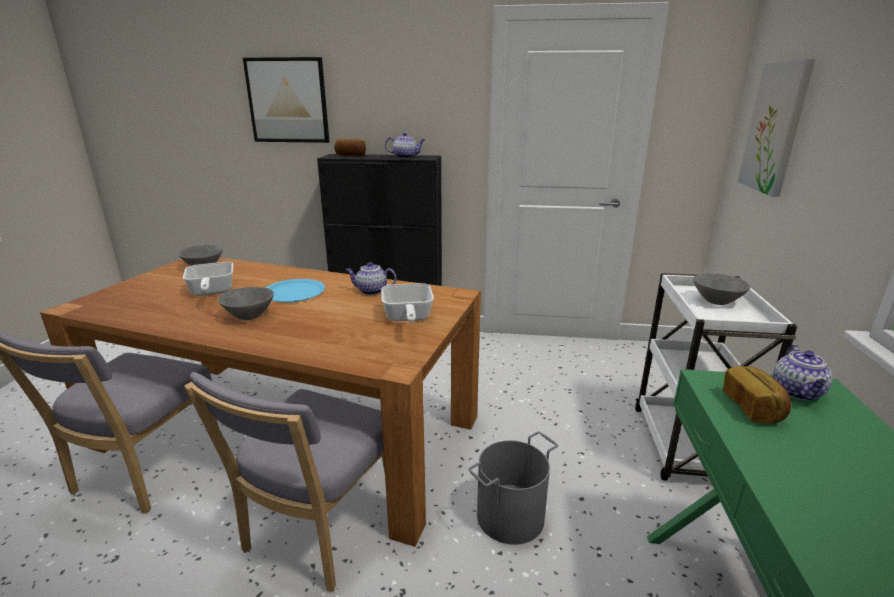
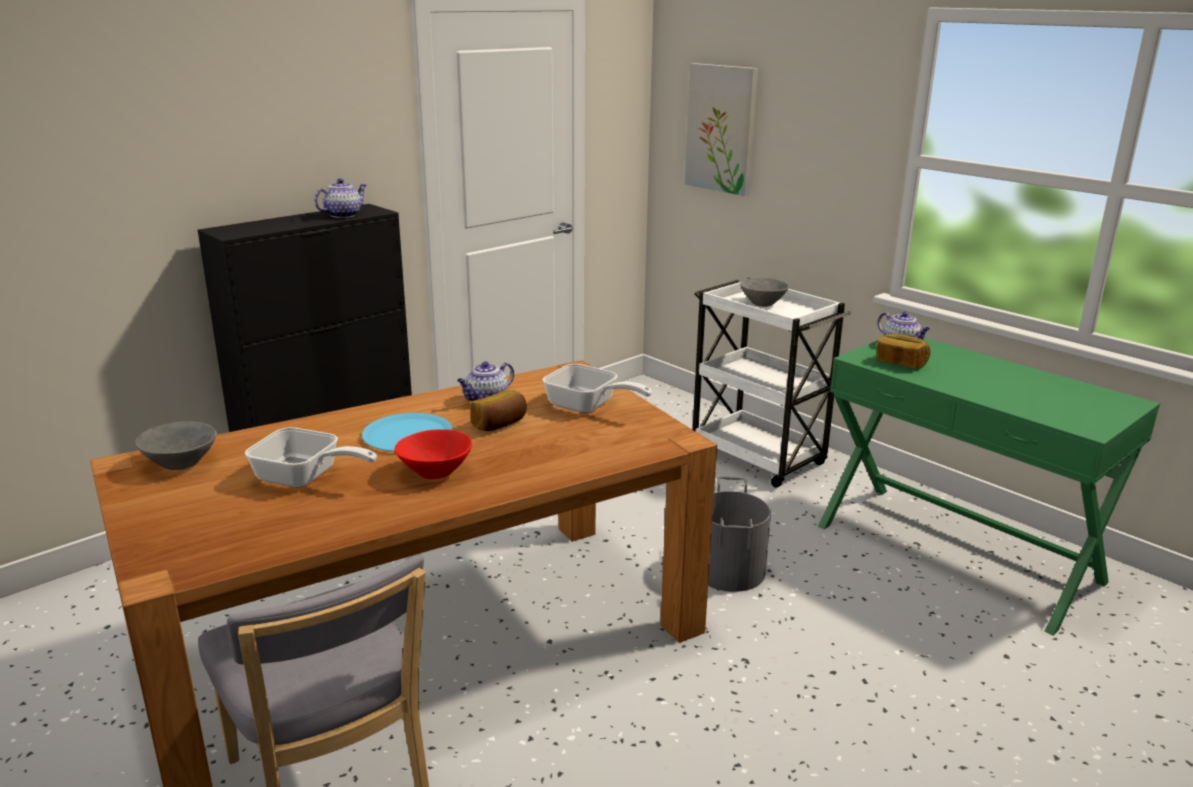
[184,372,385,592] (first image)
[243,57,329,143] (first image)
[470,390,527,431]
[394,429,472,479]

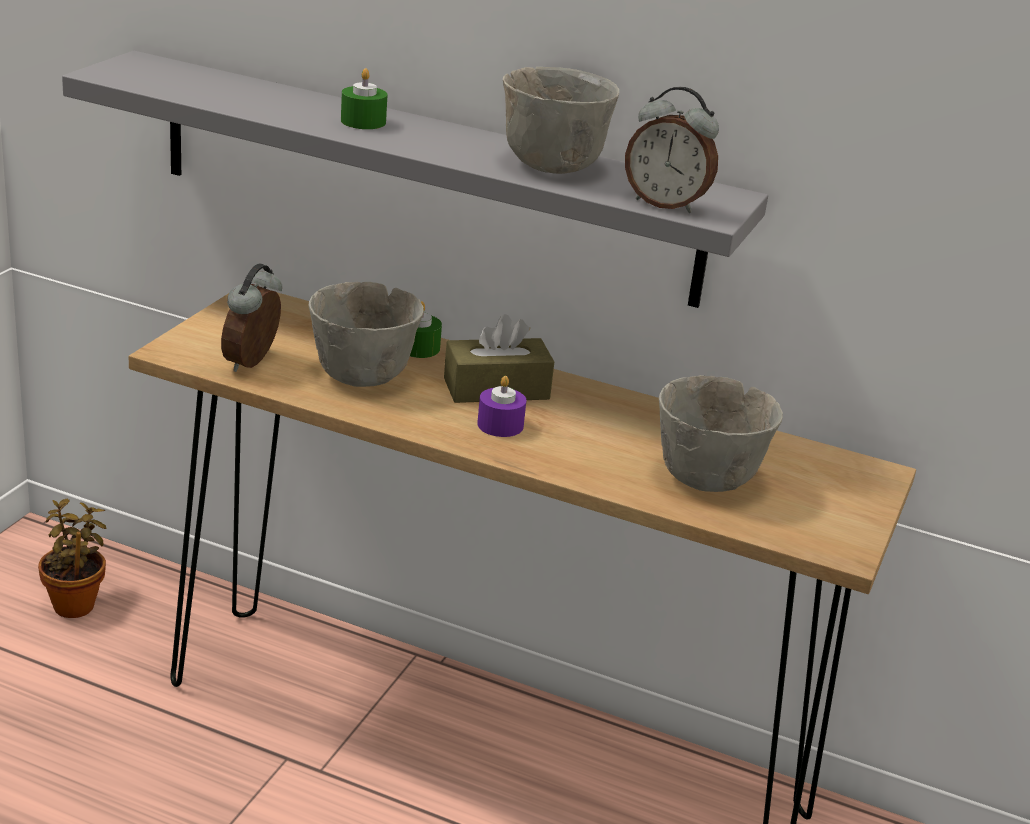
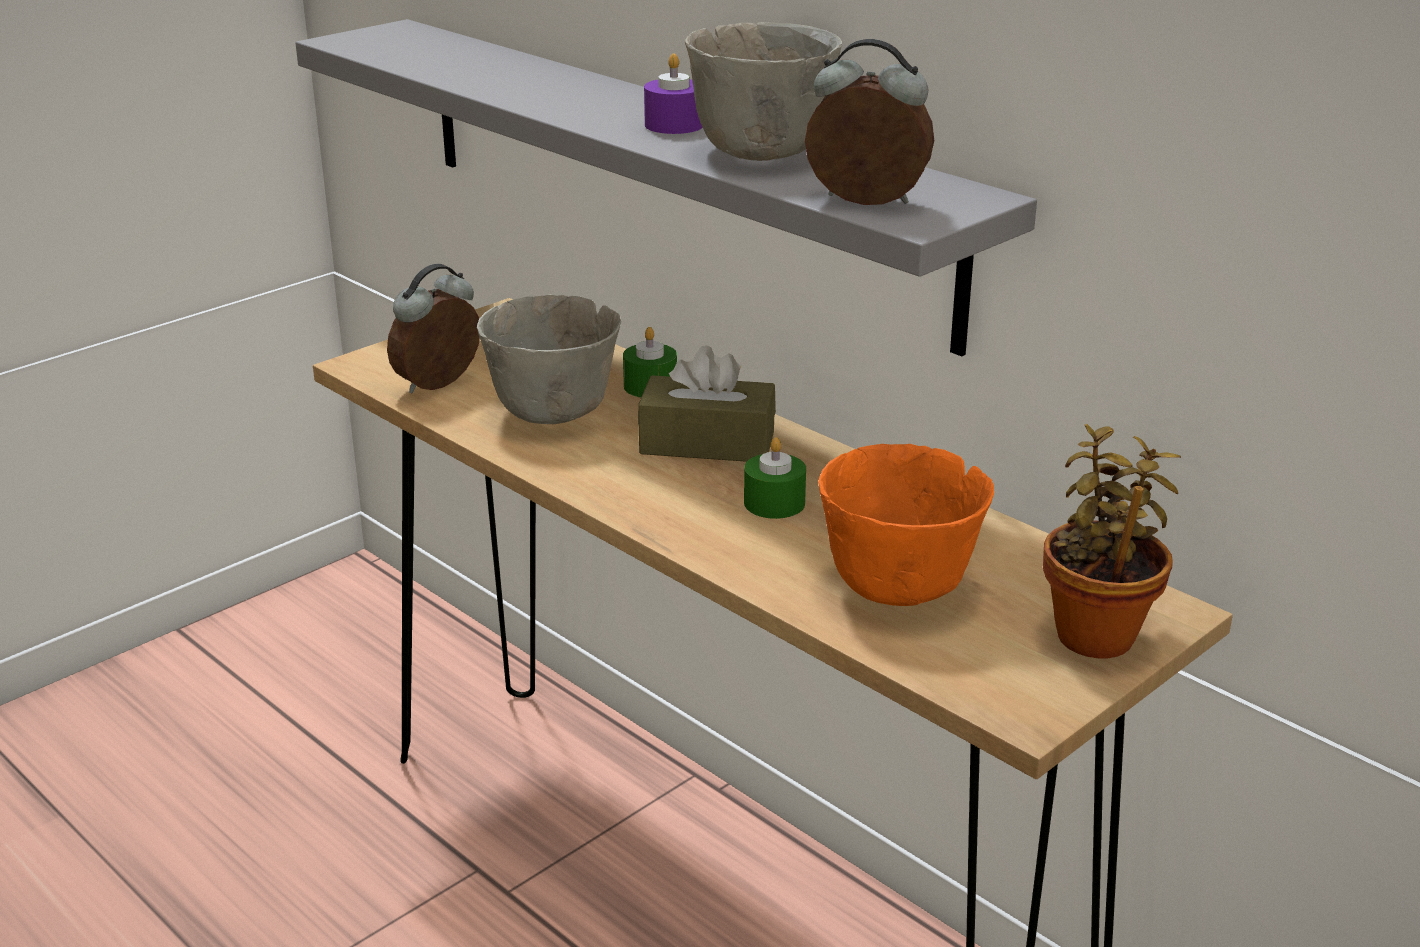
[1043,424,1181,659]
[744,437,806,519]
[644,53,703,134]
[818,444,994,606]
[805,39,934,205]

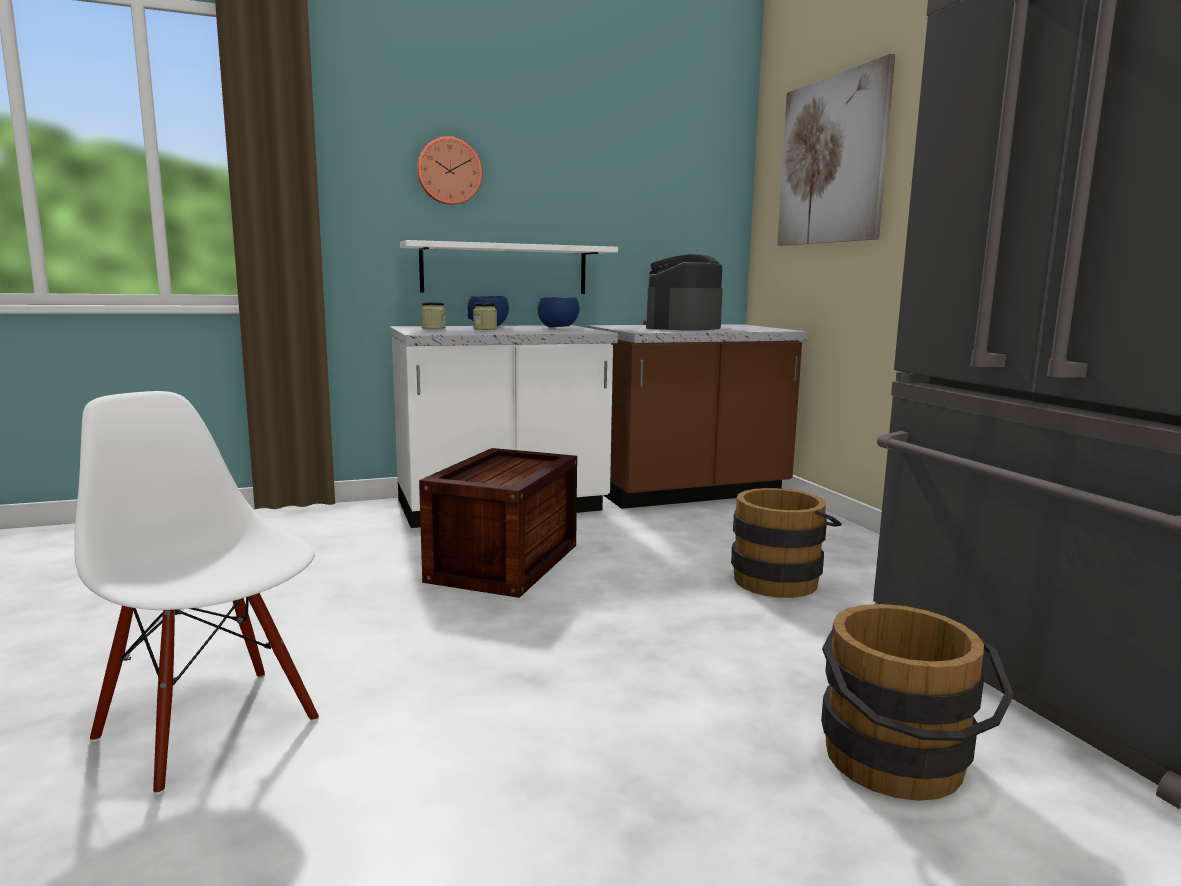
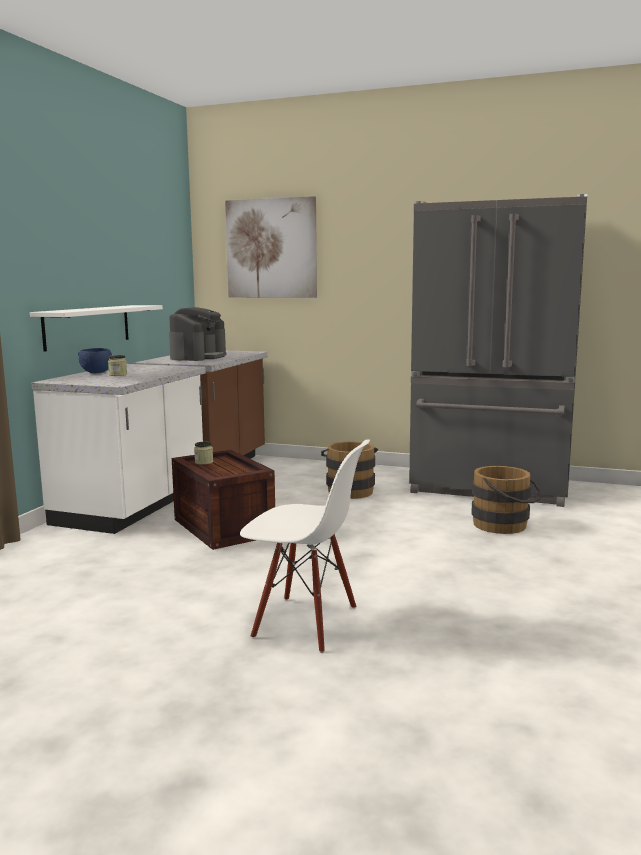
[417,136,482,205] (first image)
[537,297,579,327] (first image)
[194,442,213,465]
[240,439,370,653]
[169,307,226,361]

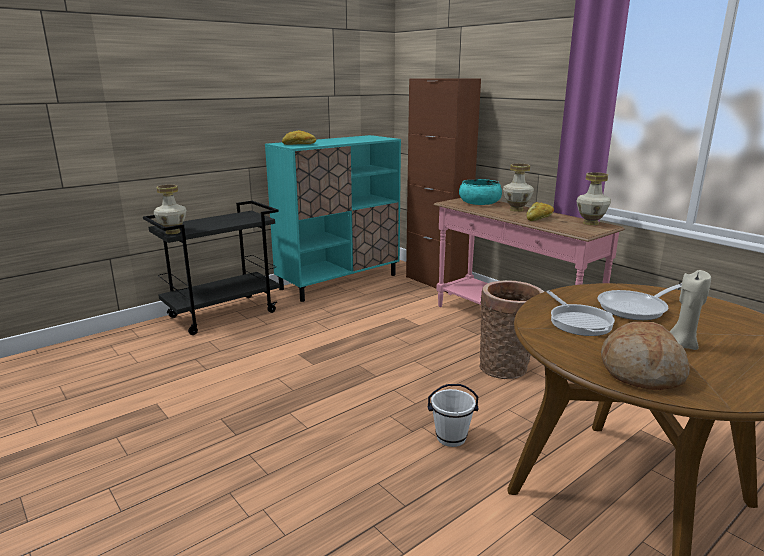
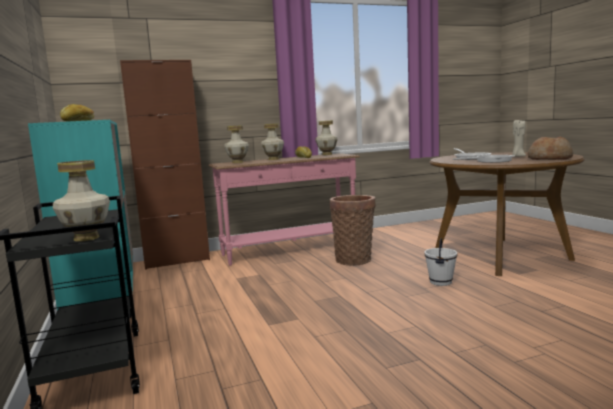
[224,125,249,163]

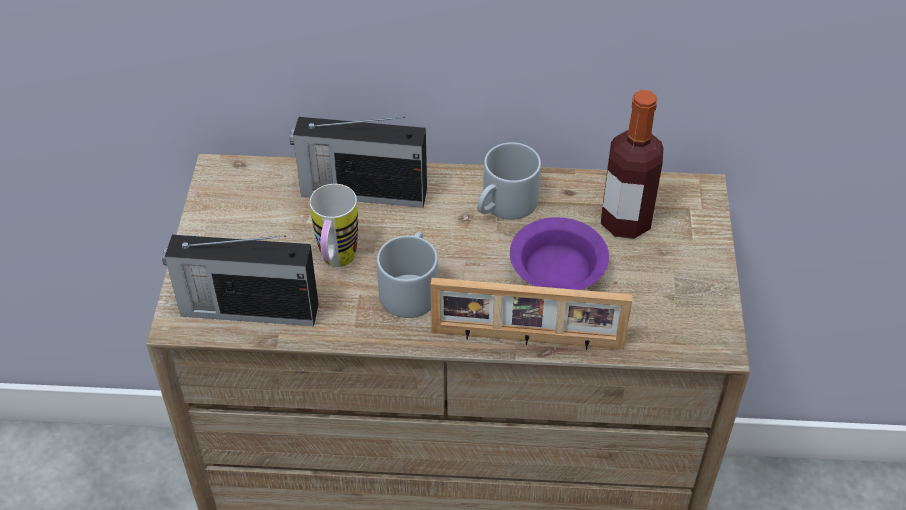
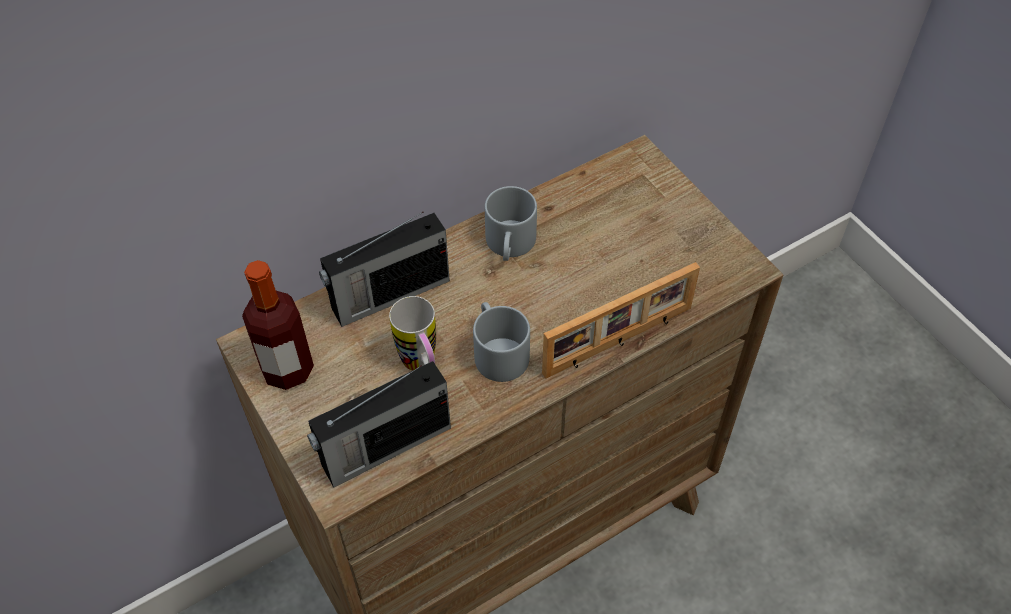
[510,217,609,290] (first image)
[242,260,314,390]

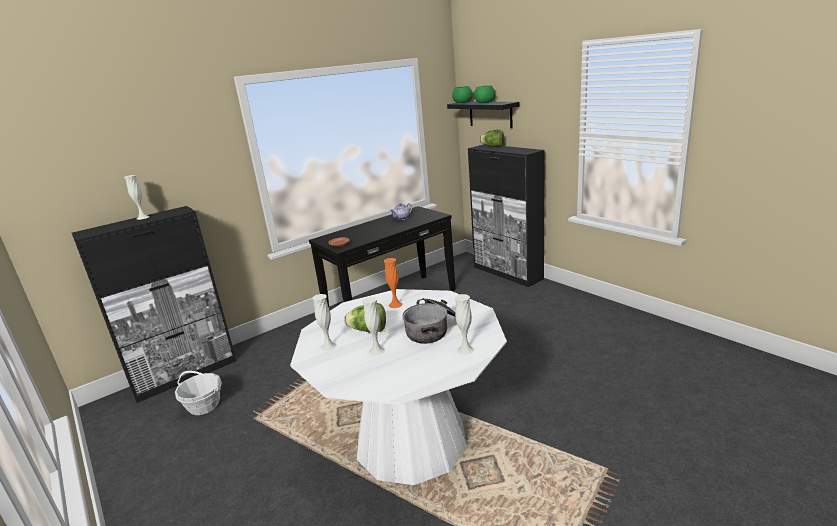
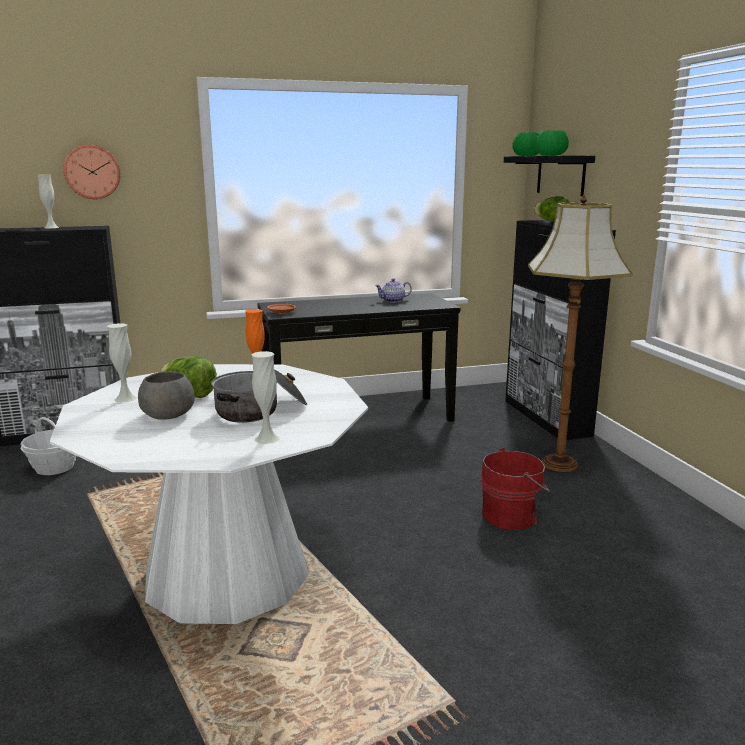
[64,145,120,199]
[481,448,550,530]
[528,194,633,472]
[138,371,195,420]

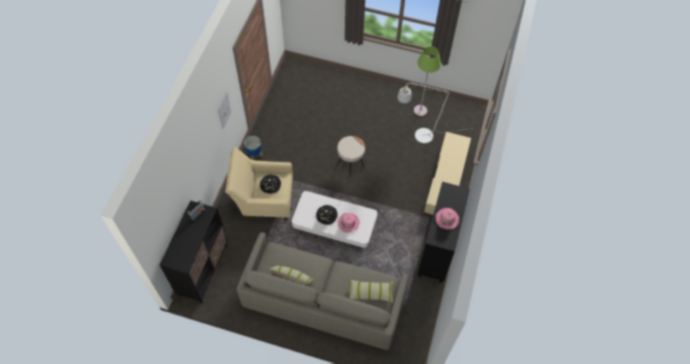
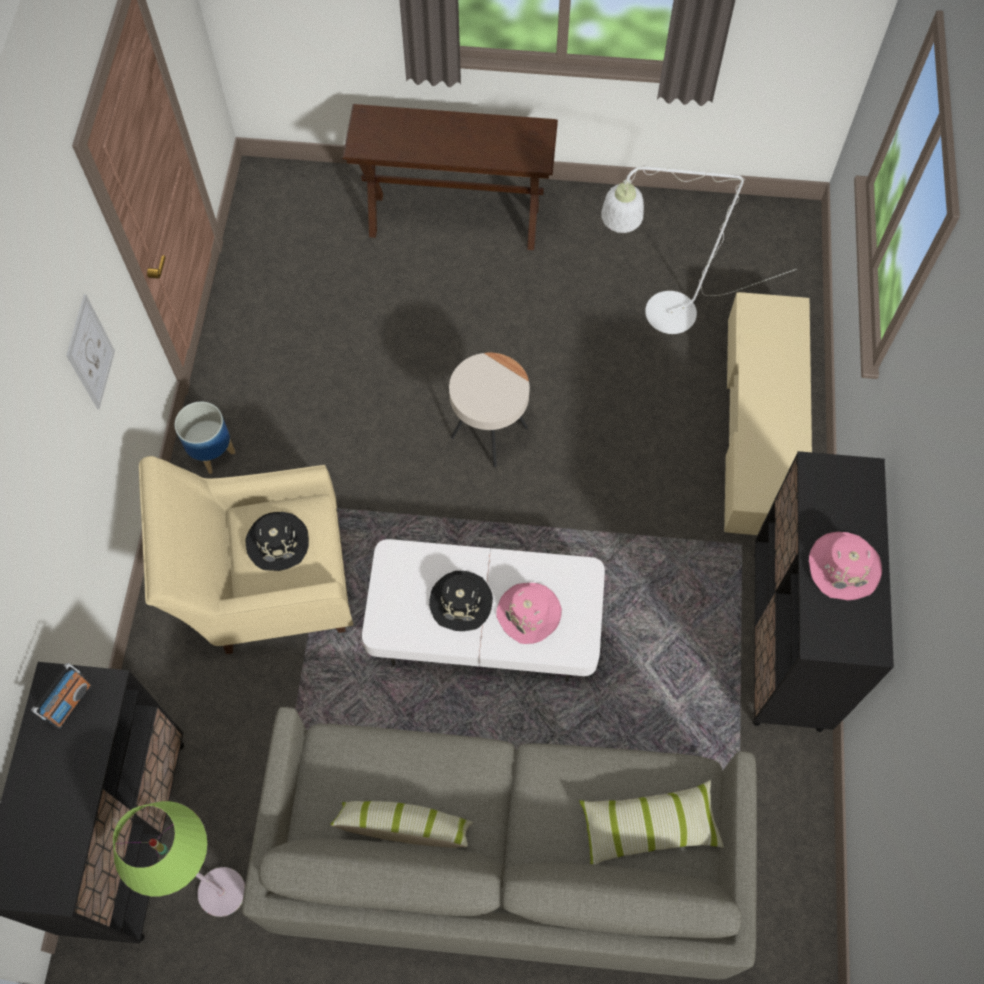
[342,104,558,250]
[113,801,245,917]

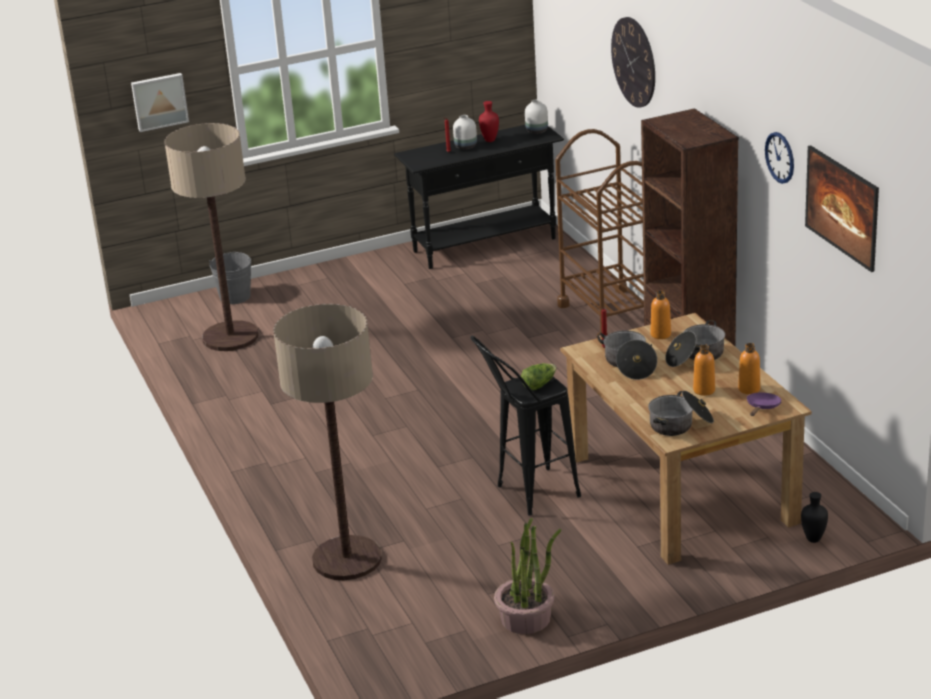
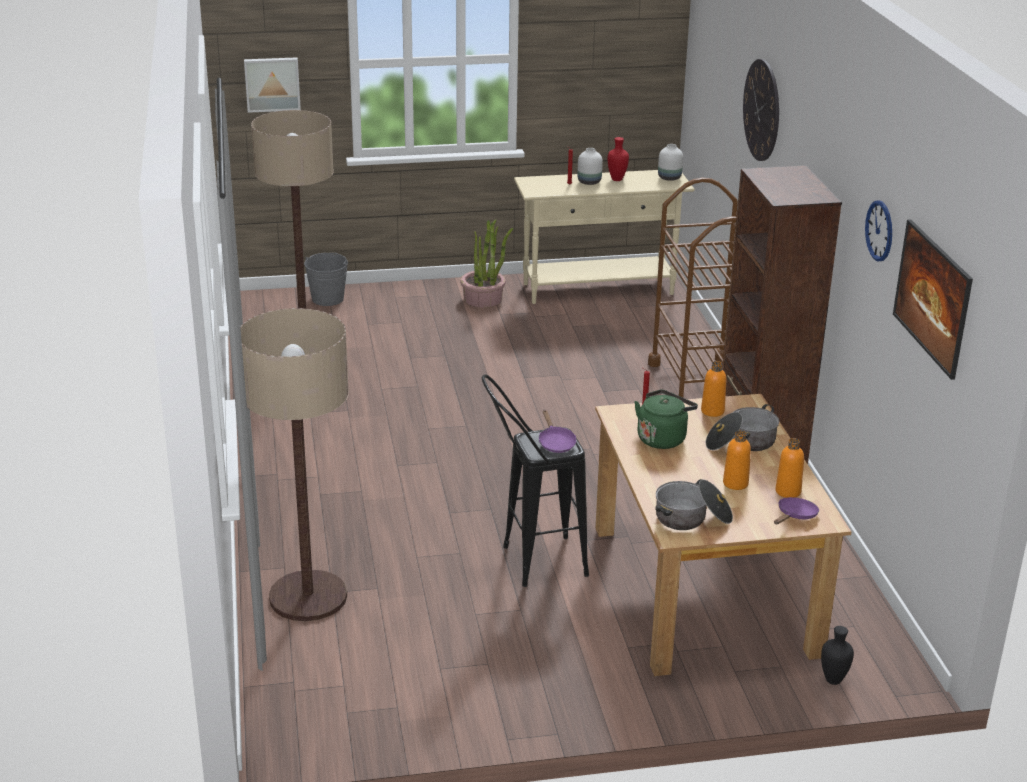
[460,220,513,307]
[539,410,576,453]
[635,389,698,449]
[514,170,695,304]

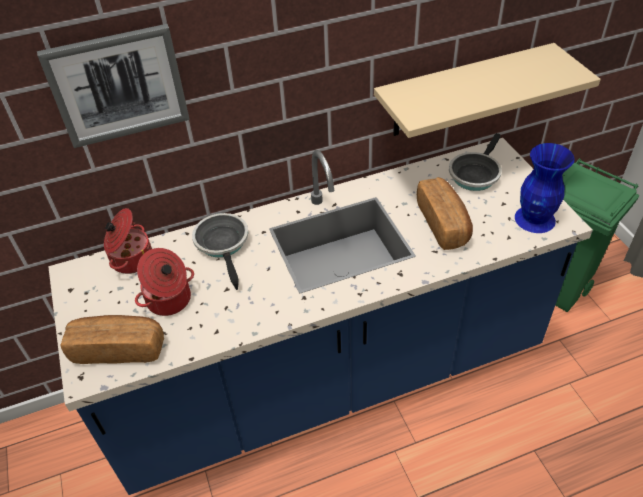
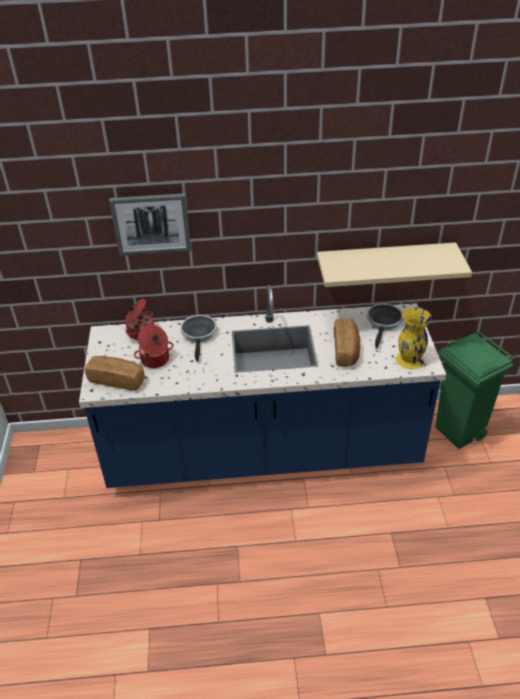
[396,307,432,369]
[367,304,403,349]

